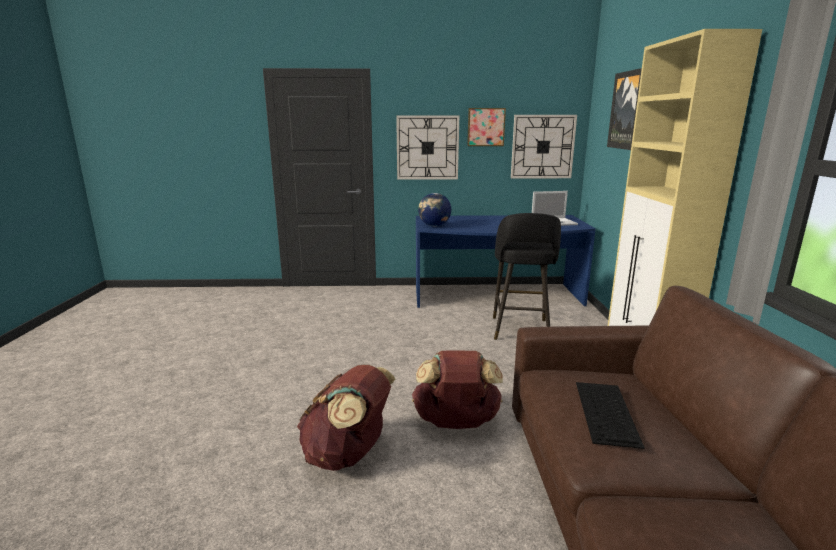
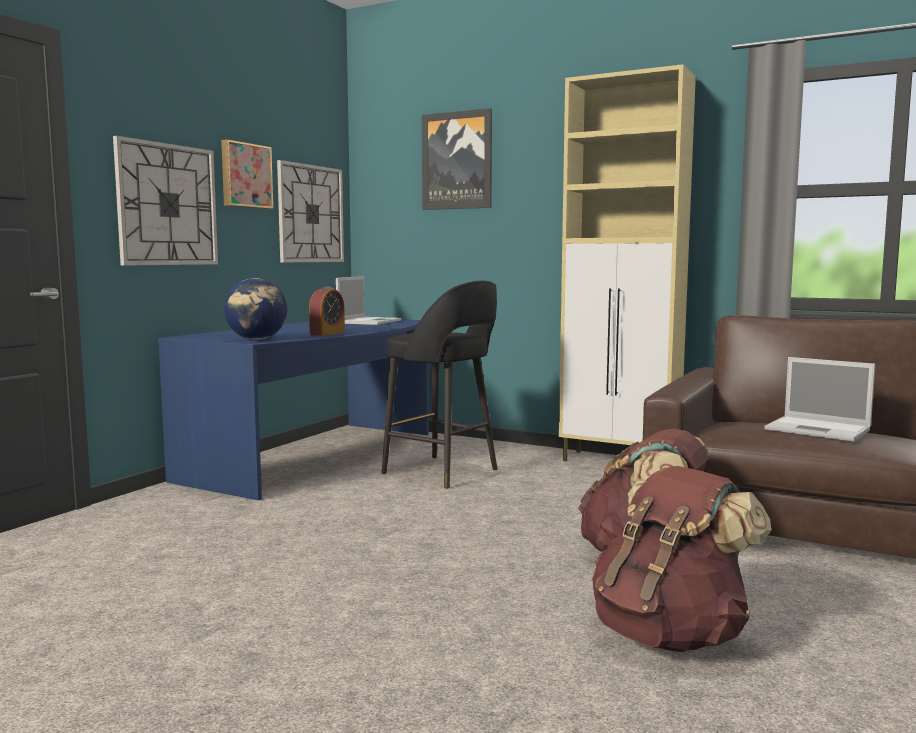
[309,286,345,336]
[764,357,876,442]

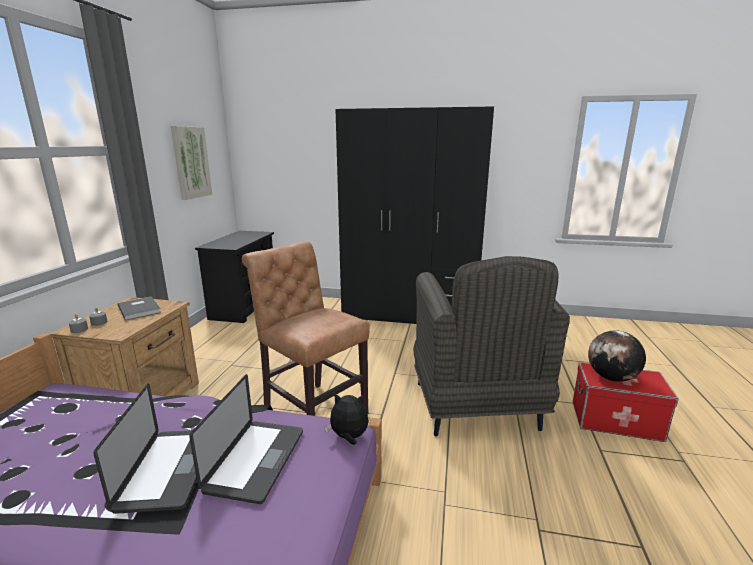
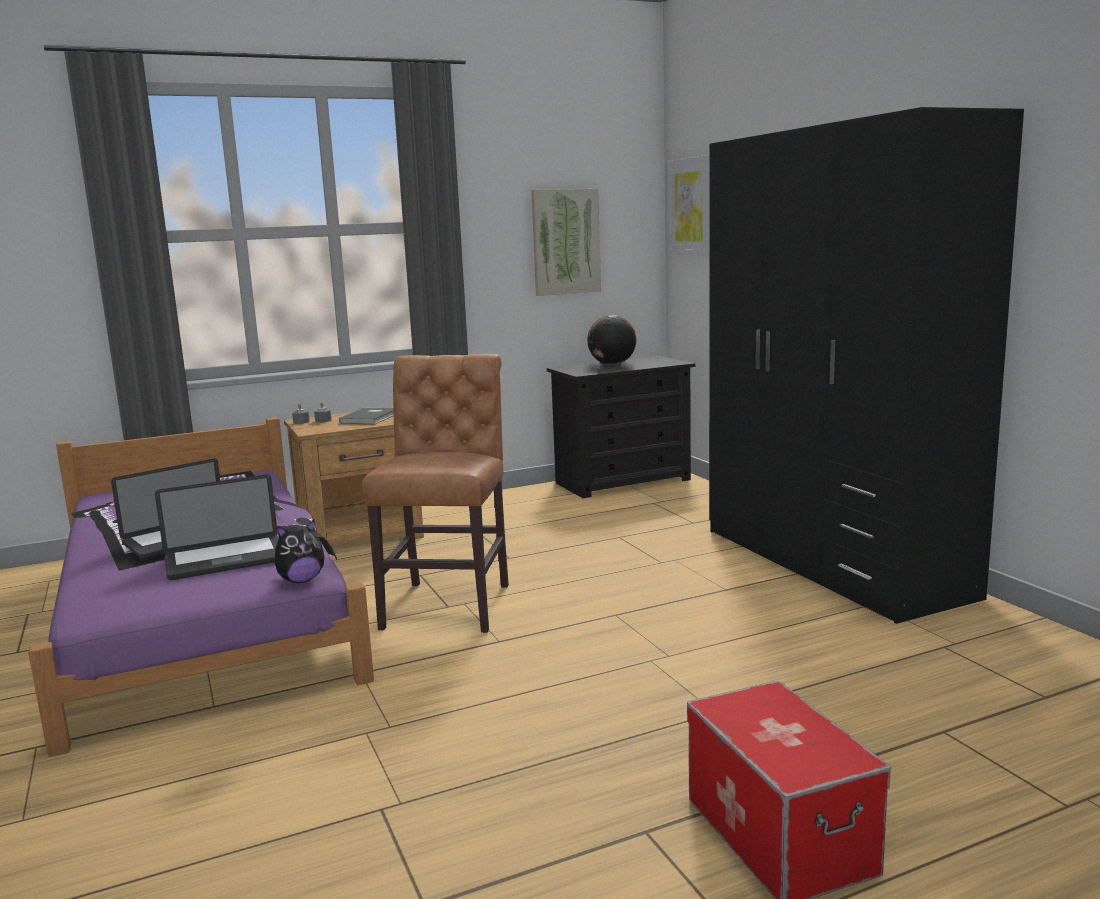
[413,256,570,436] (first image)
[667,155,710,256]
[587,315,636,365]
[275,520,325,583]

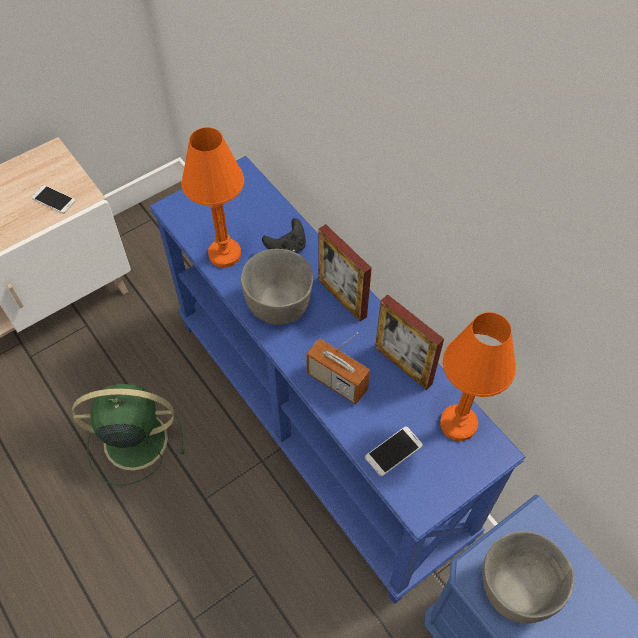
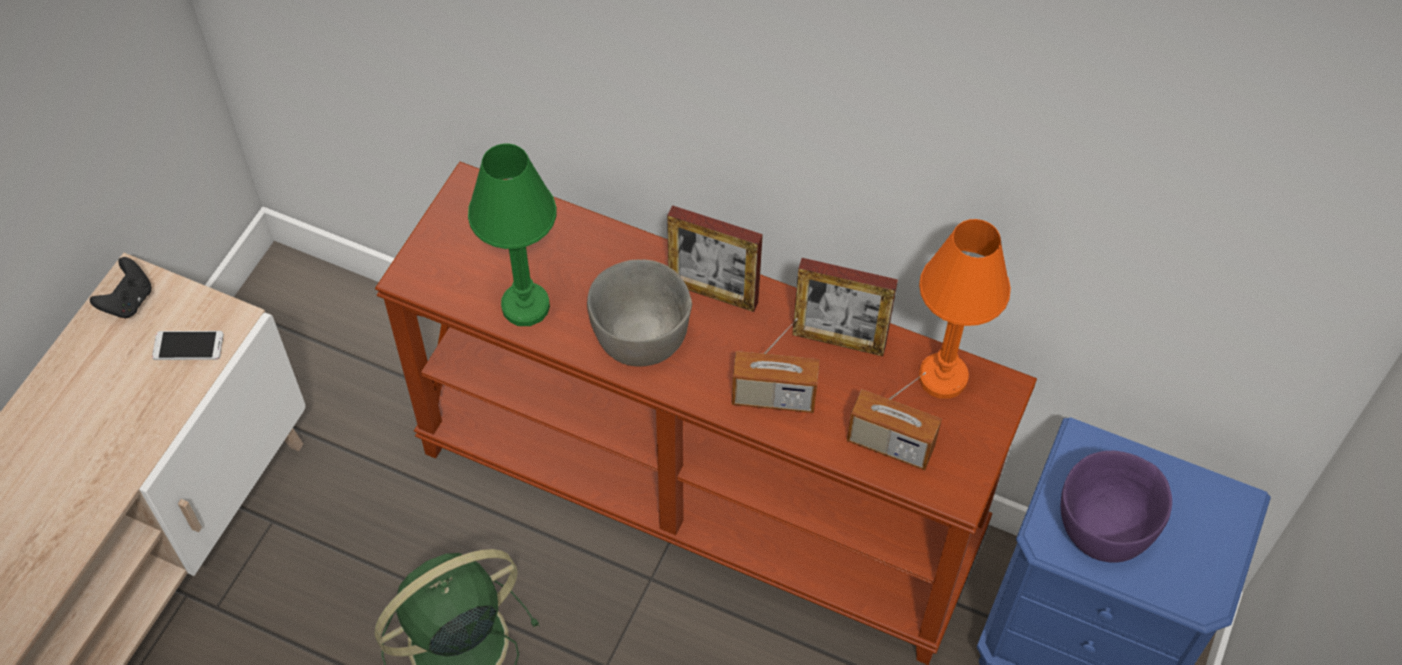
[90,257,152,318]
[847,372,942,470]
[375,162,1037,665]
[468,144,557,326]
[1061,451,1172,562]

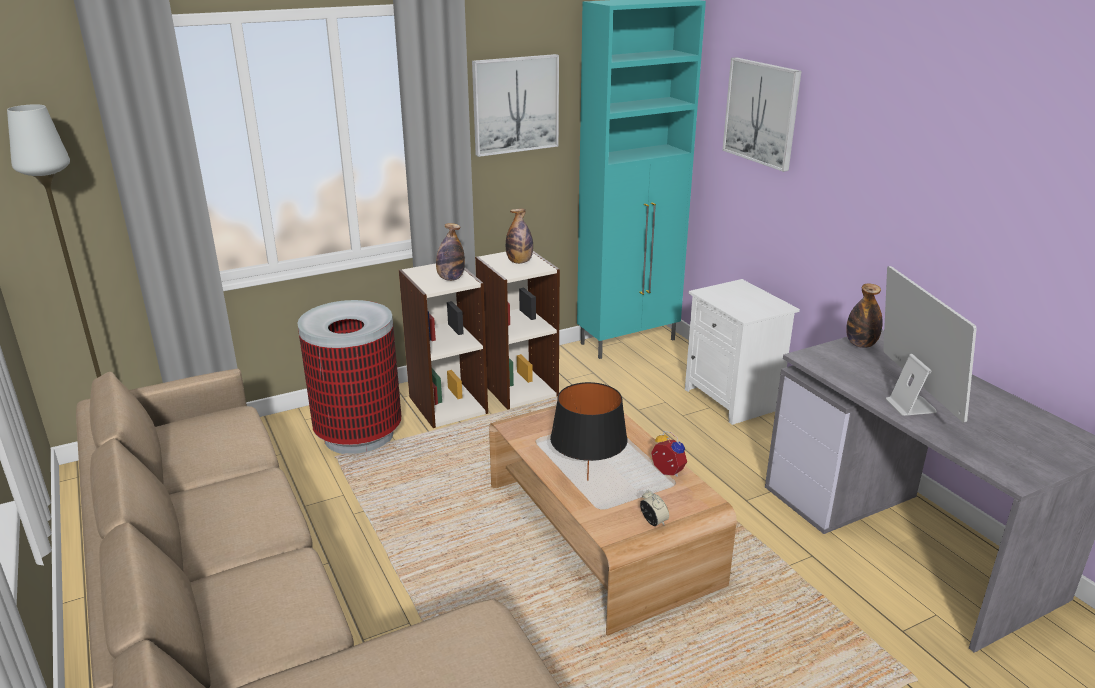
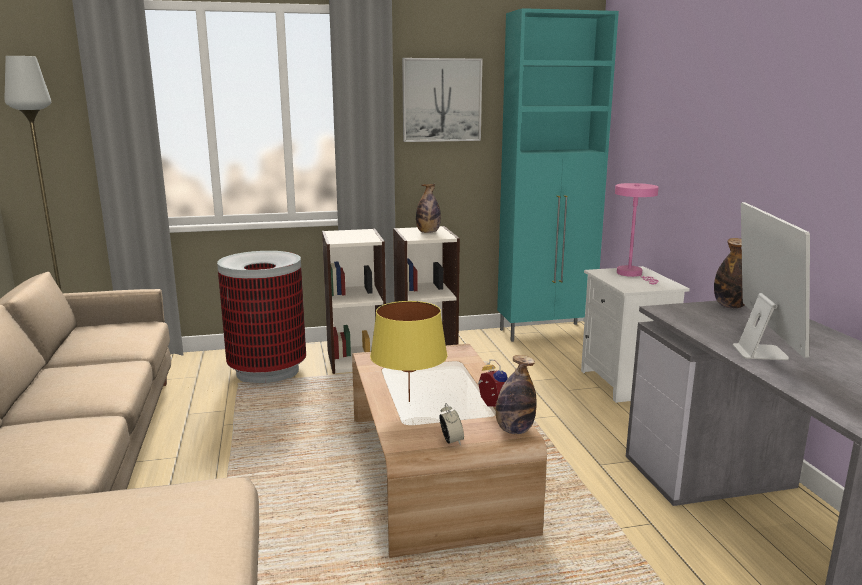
[722,57,801,172] (first image)
[615,183,659,284]
[496,355,537,434]
[370,301,448,402]

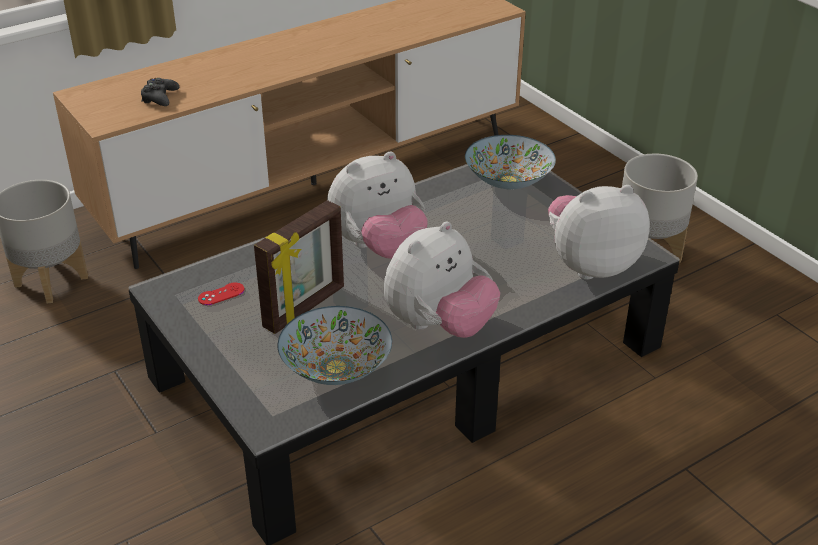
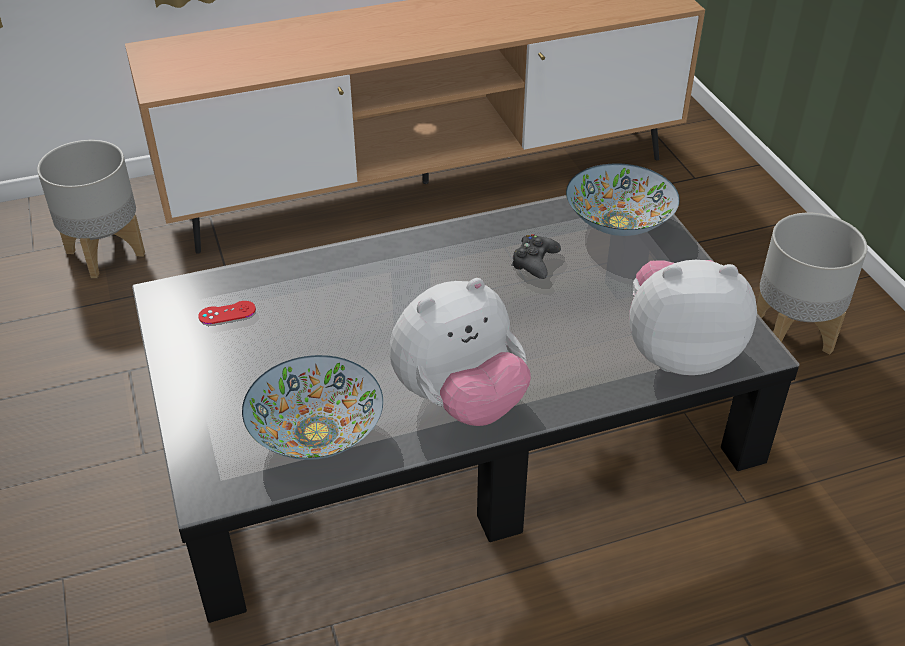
[254,200,344,334] (first image)
[327,152,428,259] (first image)
[511,234,561,279]

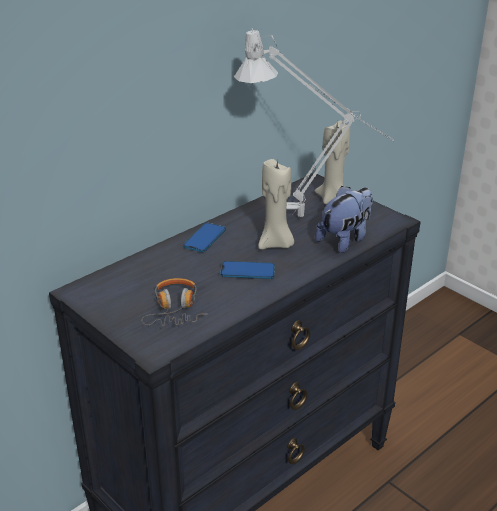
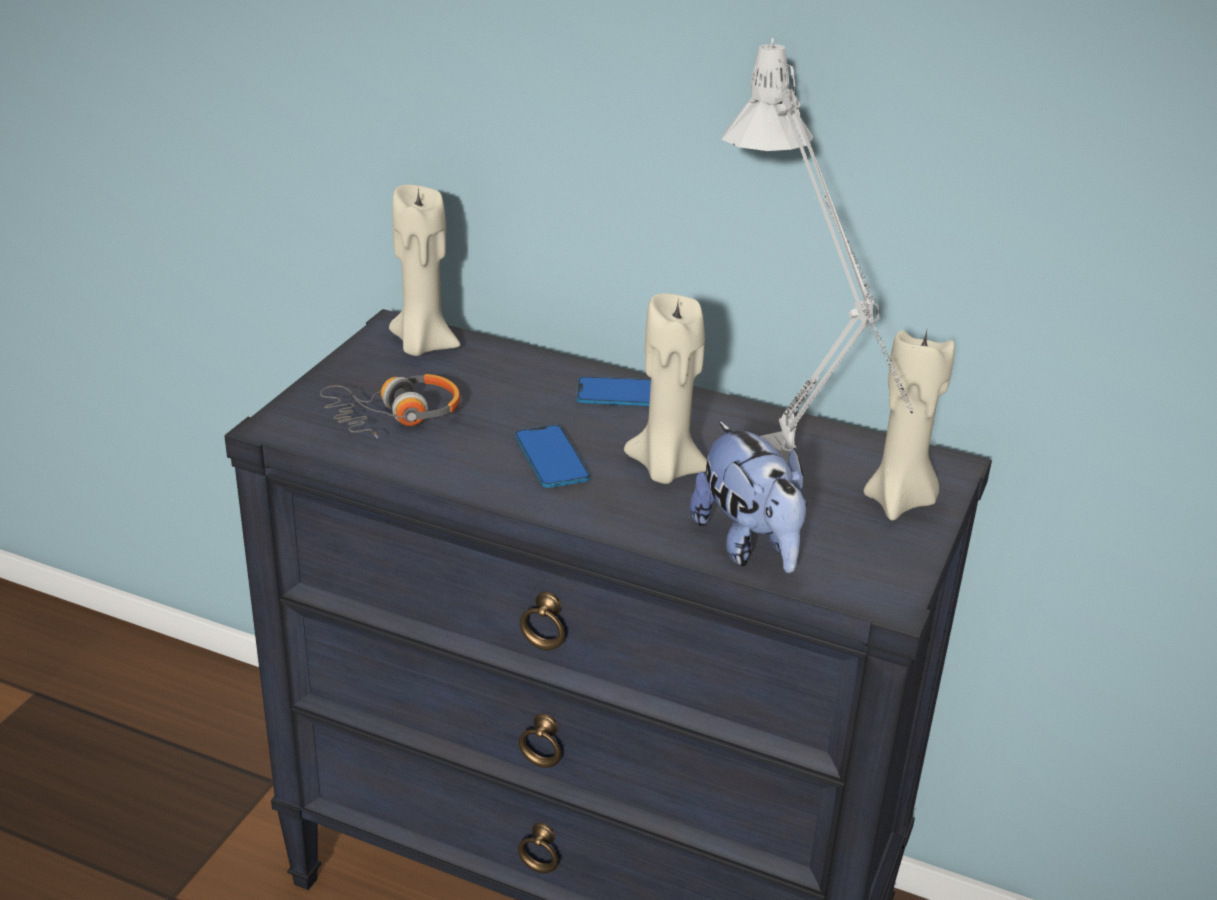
[389,184,460,356]
[690,421,807,573]

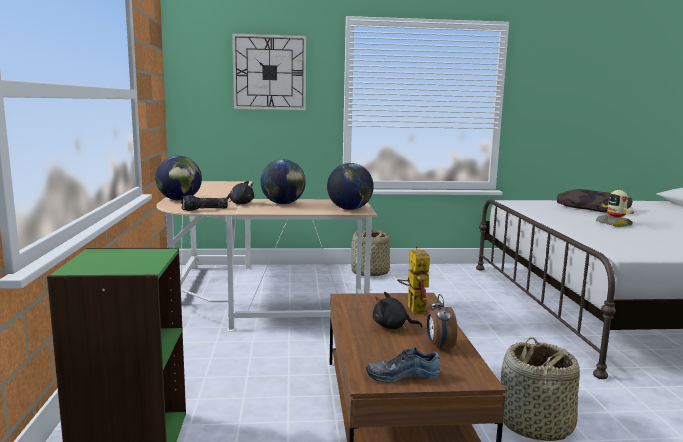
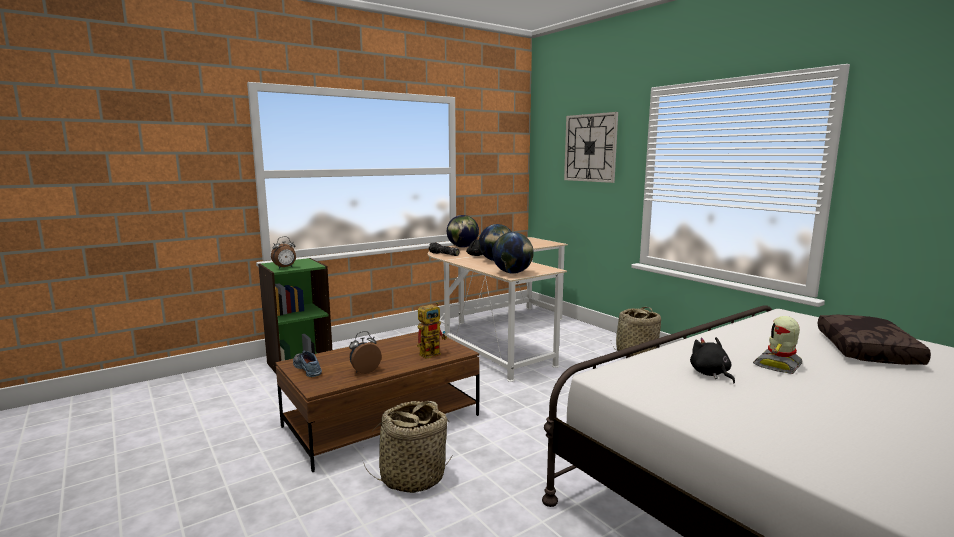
[271,236,296,269]
[690,337,735,383]

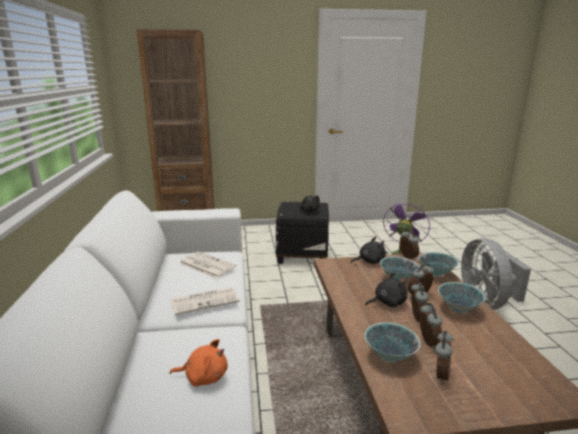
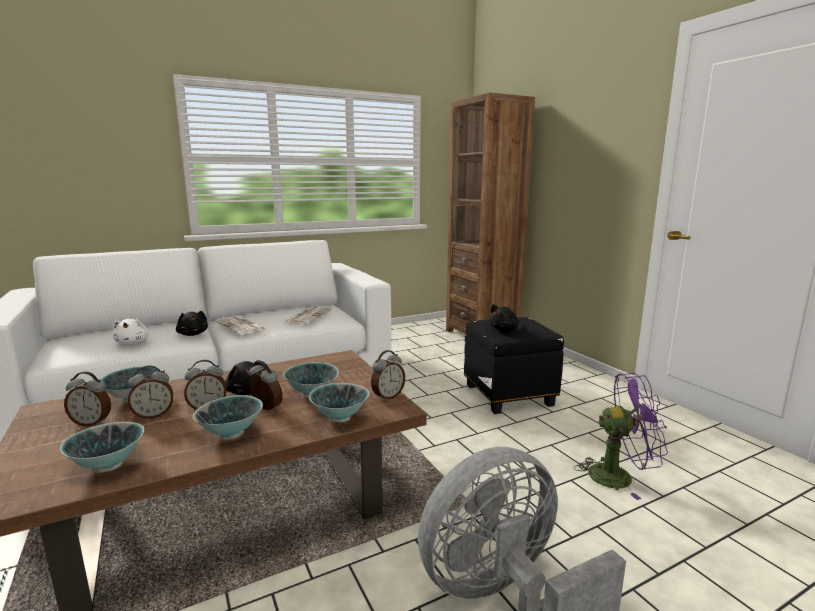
[60,422,144,473]
[176,311,208,336]
[112,319,149,344]

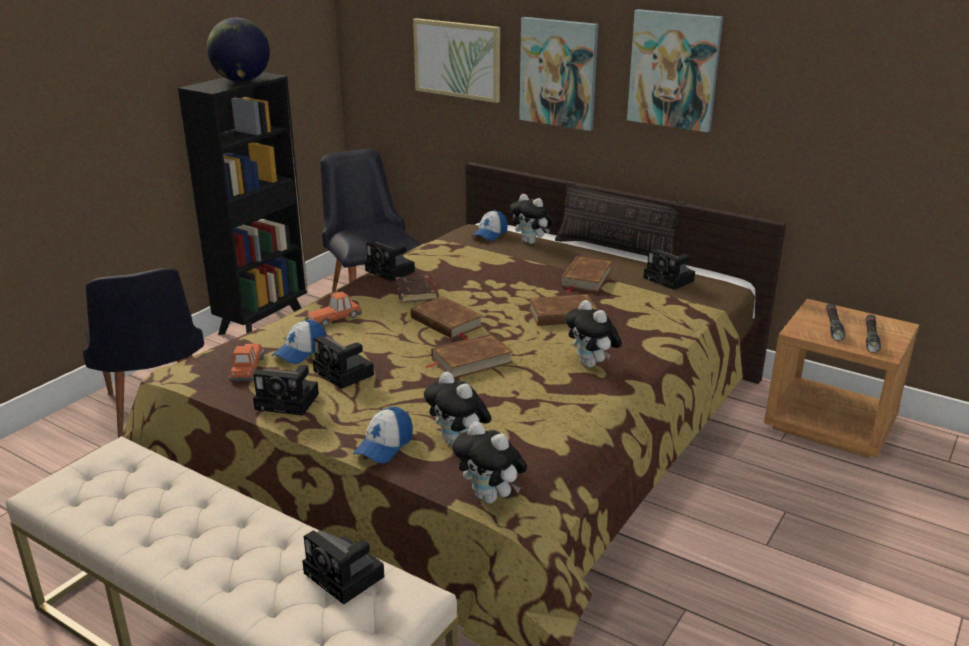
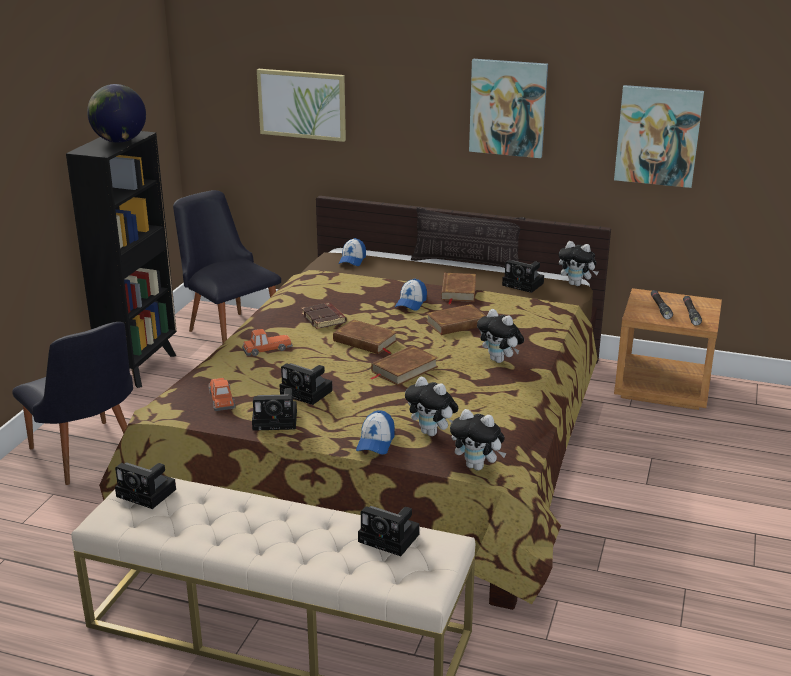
[395,279,427,311]
[115,462,176,509]
[559,241,599,286]
[614,85,704,188]
[242,329,293,356]

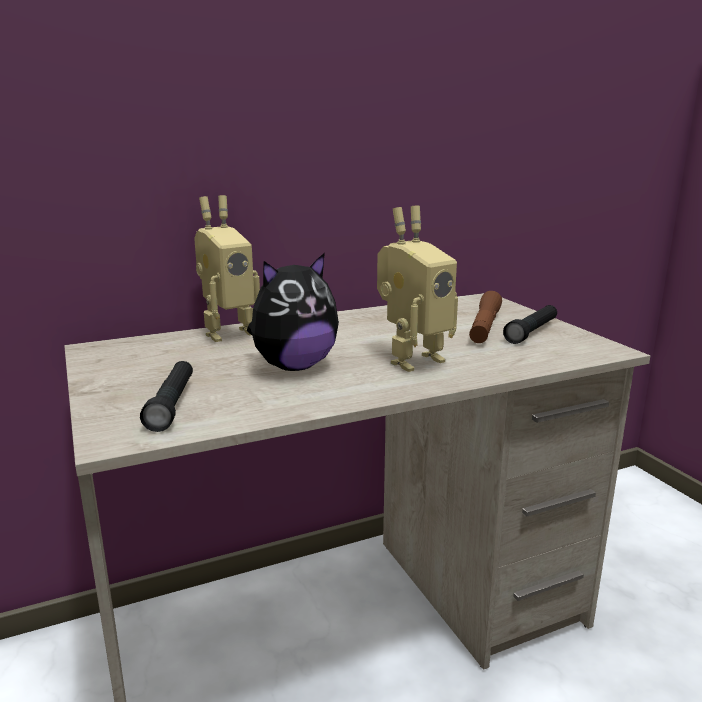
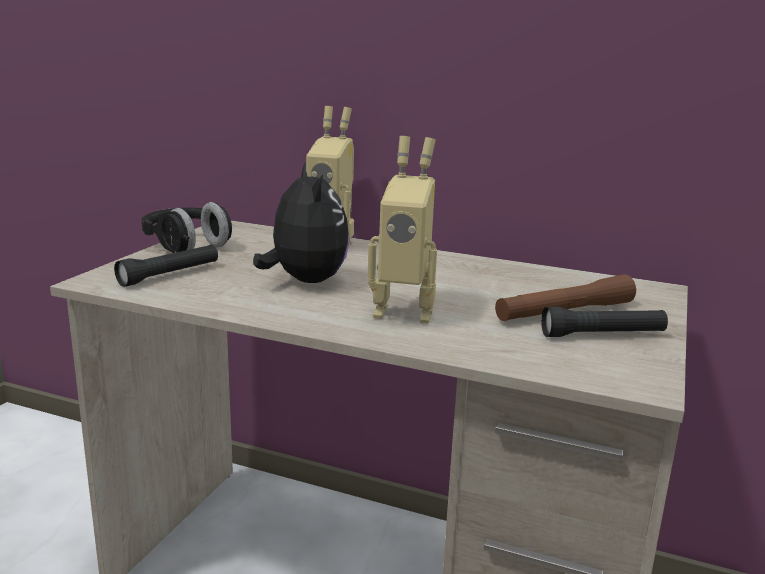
[141,202,232,253]
[253,162,349,283]

